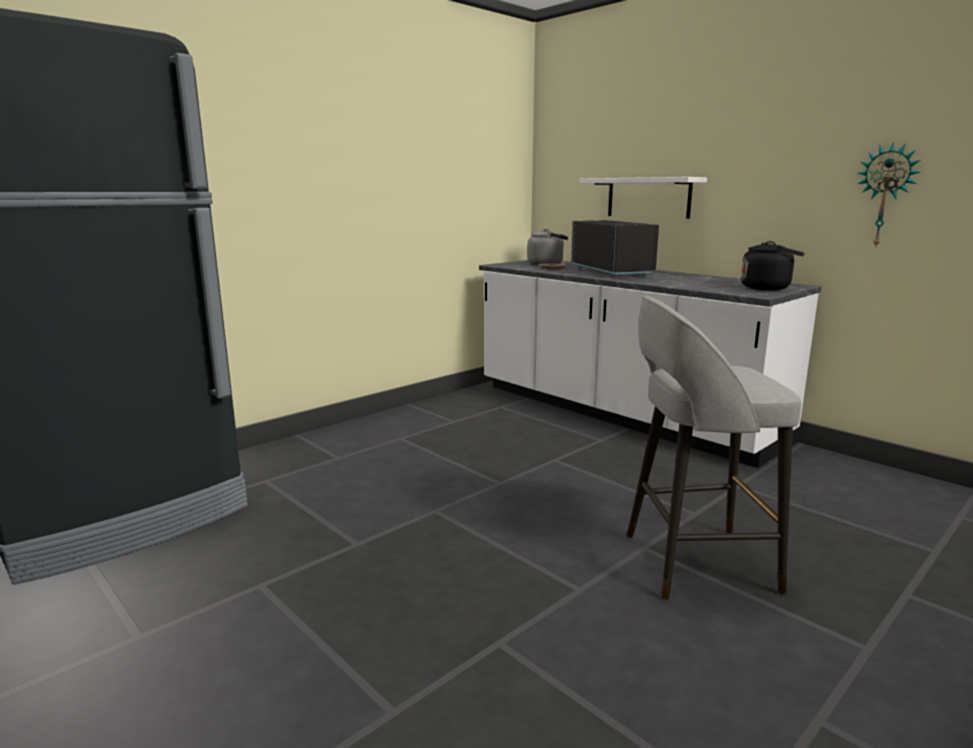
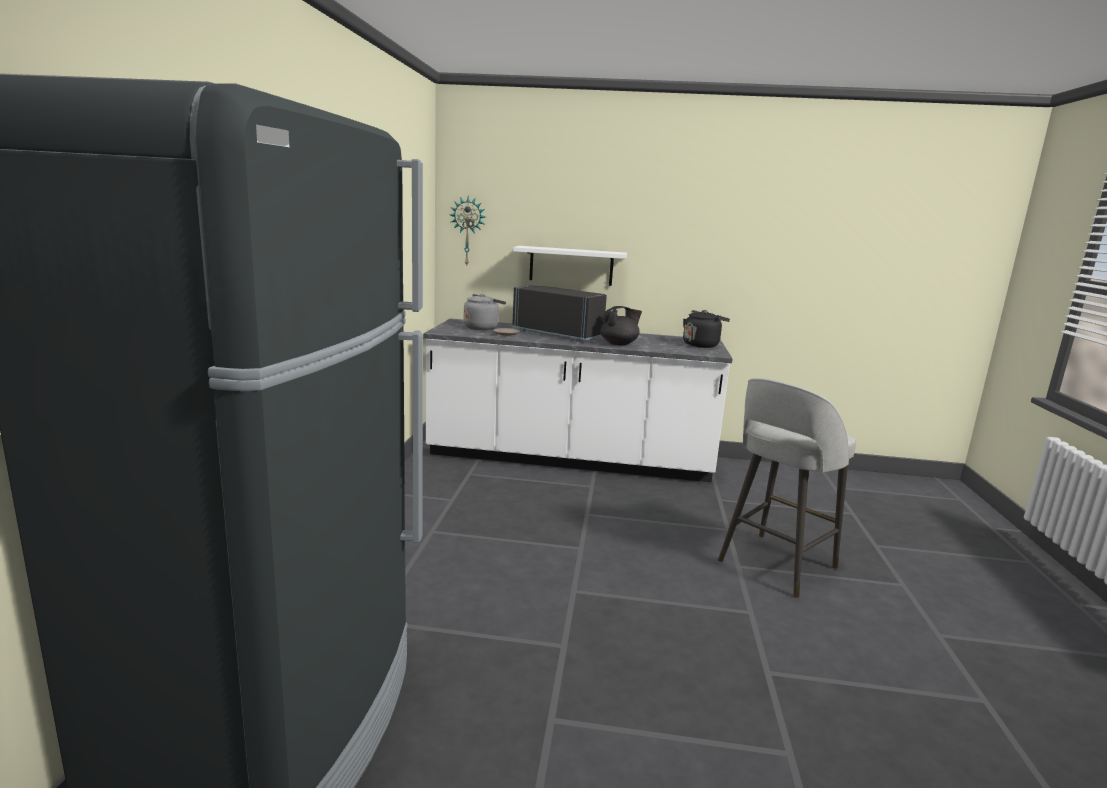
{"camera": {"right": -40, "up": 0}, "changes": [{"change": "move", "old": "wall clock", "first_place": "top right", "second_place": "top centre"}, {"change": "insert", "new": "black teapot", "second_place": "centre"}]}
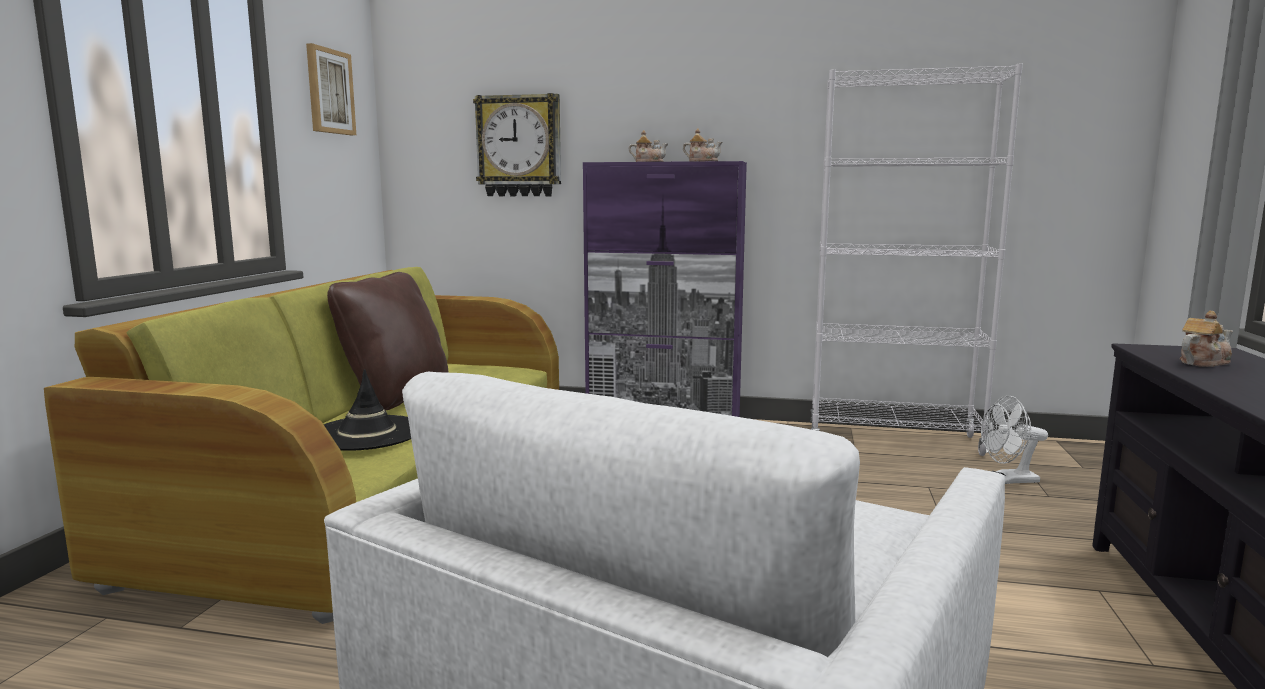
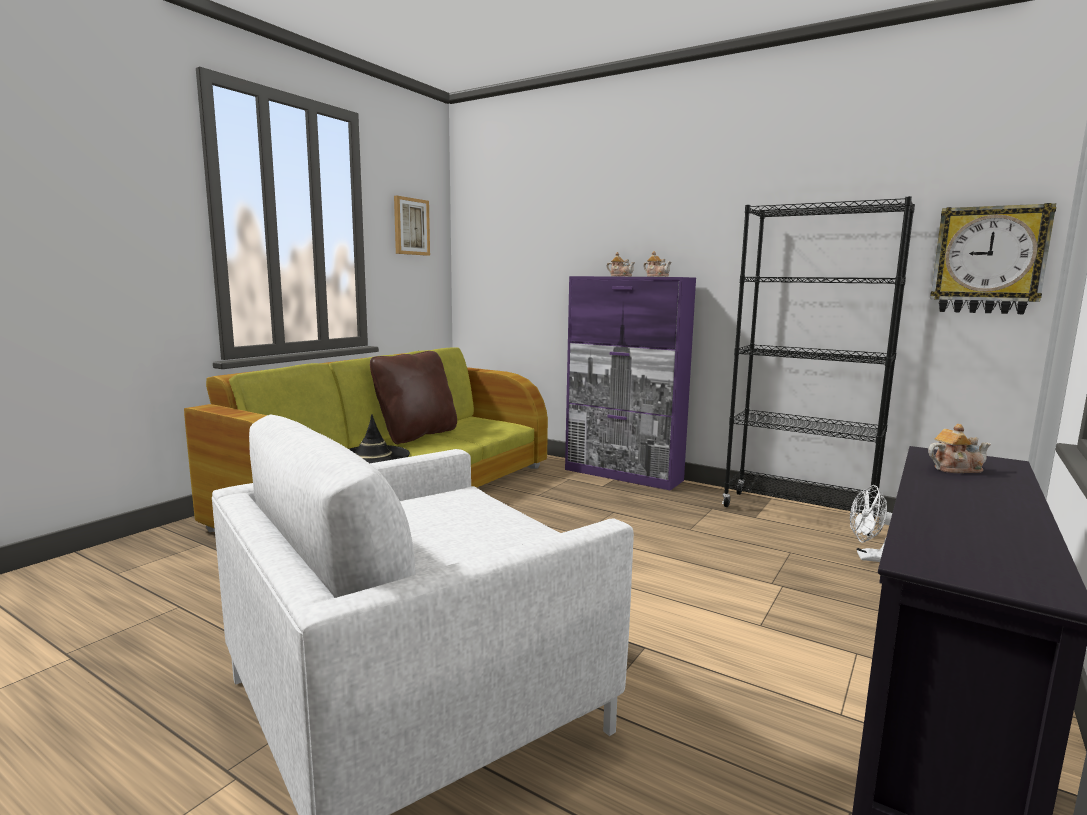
{"camera": {"right": 20, "up": 0}, "changes": [{"change": "move", "old": "wall clock", "first_place": "top centre", "second_place": "top right"}, {"change": "recolor", "old": "white bookcase", "new": "black bookcase", "first_place": "middle right", "second_place": "middle right"}]}
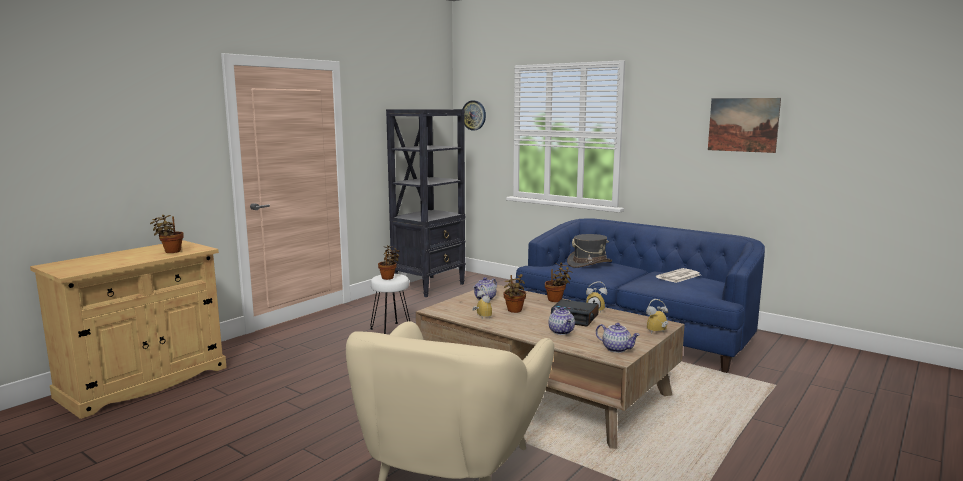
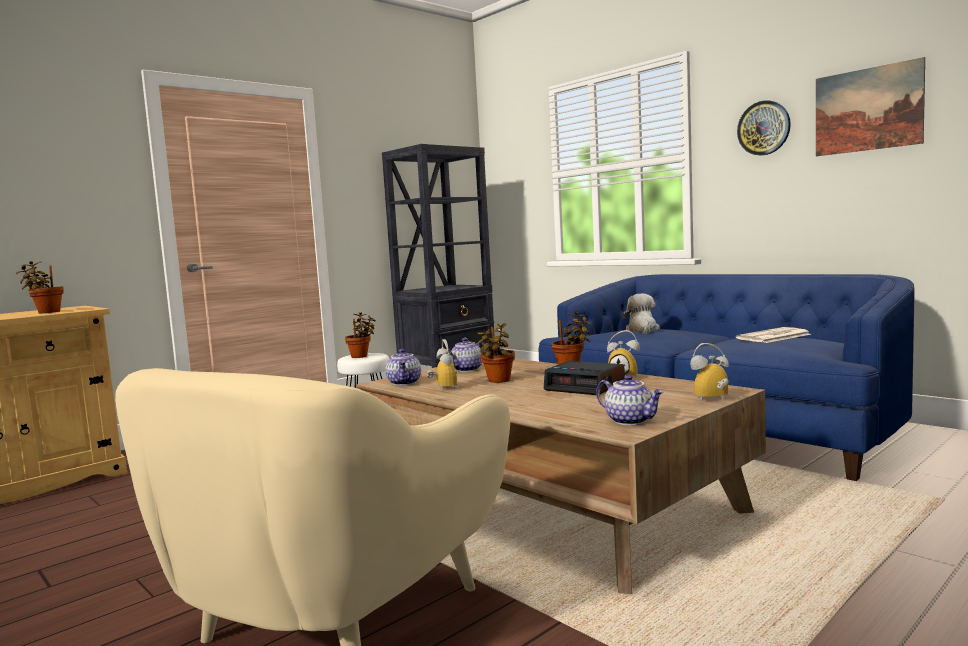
{"camera": {"right": 10, "up": -5}, "changes": [{"change": "move", "old": "wall clock", "first_place": "top centre", "second_place": "top right"}, {"change": "move", "old": "teapot (2nd from left in the first image)", "new": "teapot (1st from left)", "first_place": "bottom centre", "second_place": "centre"}, {"change": "replace", "old": "grey hat", "new": "plush toy", "first_place": "centre", "second_place": "centre"}]}
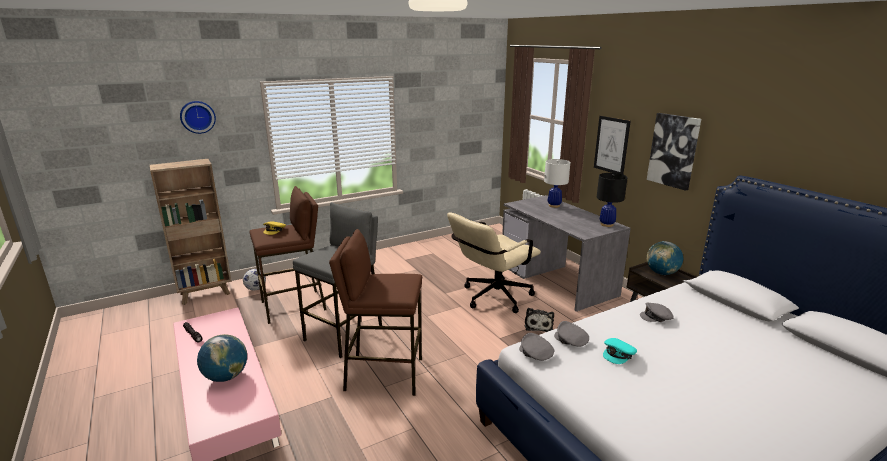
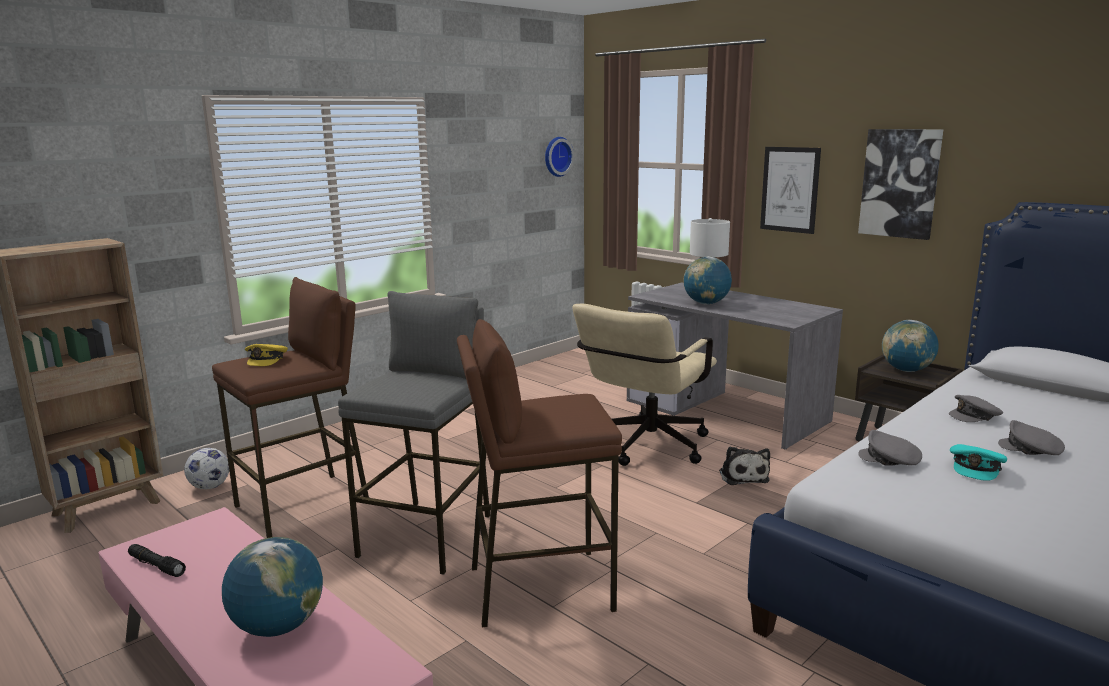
{"camera": {"right": -15, "up": -5}, "changes": [{"change": "move", "old": "wall clock", "first_place": "top left", "second_place": "top centre"}, {"change": "move", "old": "grey cap (1st from left in the first image)", "new": "grey cap (3rd from left)", "first_place": "bottom centre", "second_place": "middle right"}, {"change": "delete", "old": "black table lamp", "first_place": "middle right"}, {"change": "insert", "new": "globe (2nd from left)", "second_place": "centre"}]}
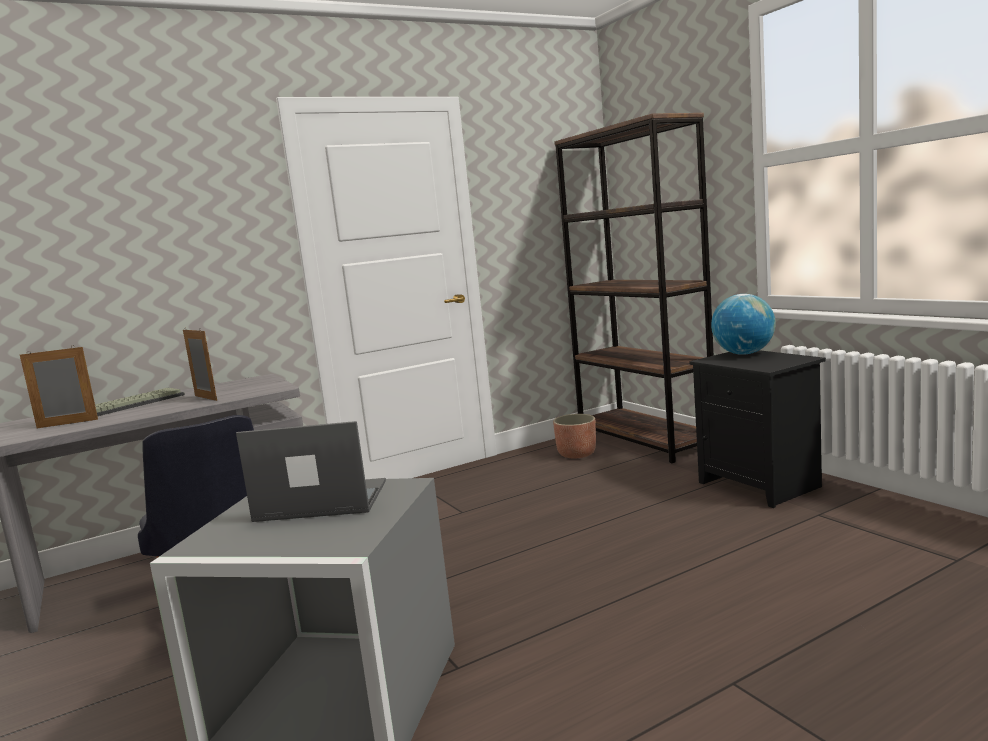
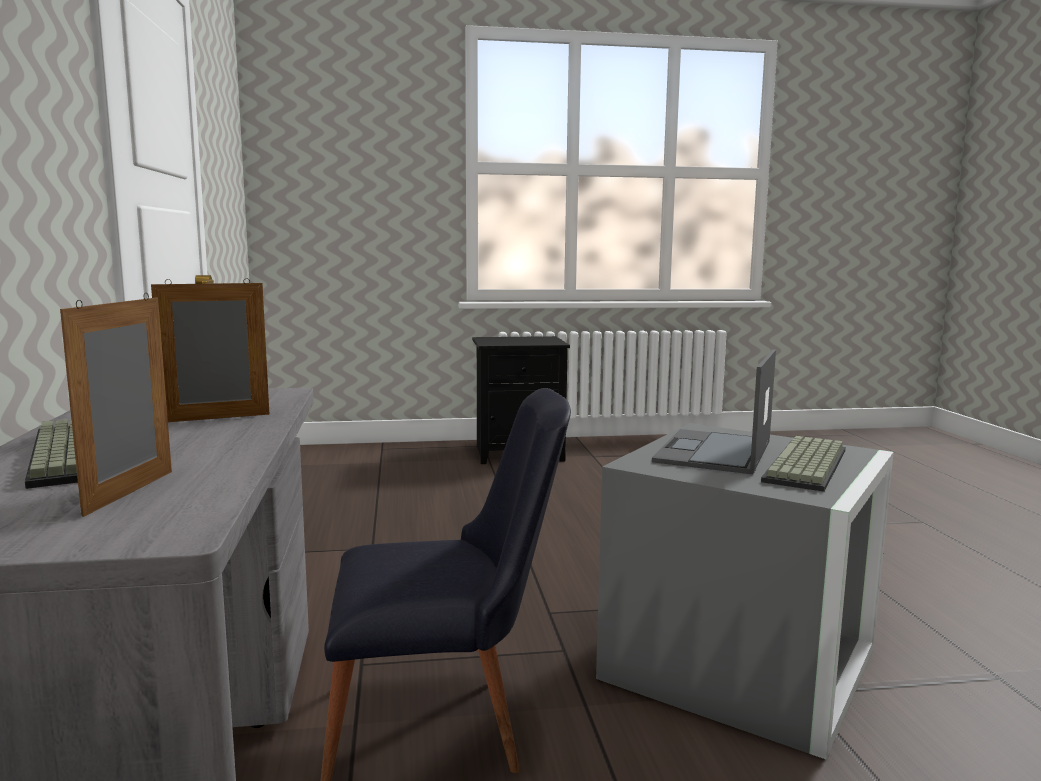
{"camera": {"right": -70, "up": 0}, "changes": [{"change": "delete", "old": "planter", "first_place": "centre"}, {"change": "delete", "old": "brown bookcase", "first_place": "centre"}, {"change": "delete", "old": "globe", "first_place": "middle right"}, {"change": "insert", "new": "keyboard (2nd from left)", "second_place": "middle right"}]}
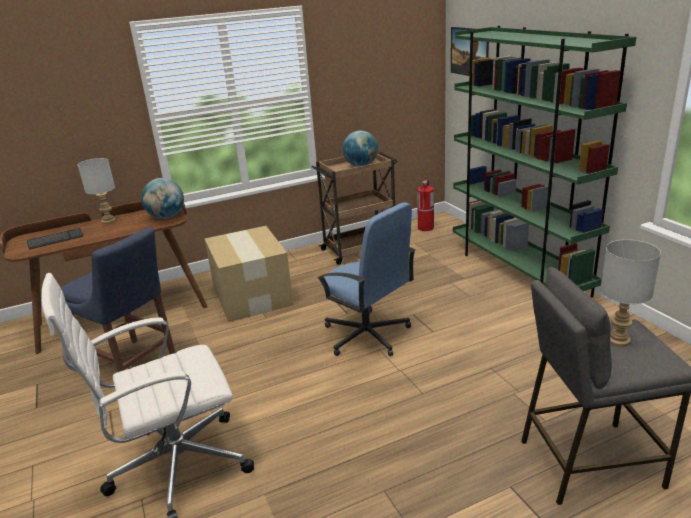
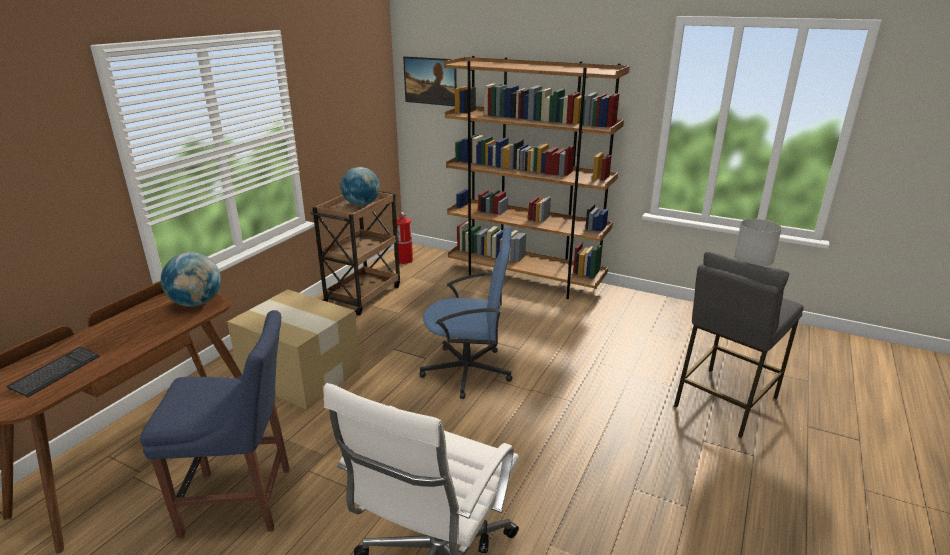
{"camera": {"right": -40, "up": 0}, "changes": [{"change": "delete", "old": "grey table lamp (1st from left)", "first_place": "middle left"}, {"change": "recolor", "old": "green bookcase", "new": "brown bookcase", "first_place": "top right", "second_place": "top centre"}]}
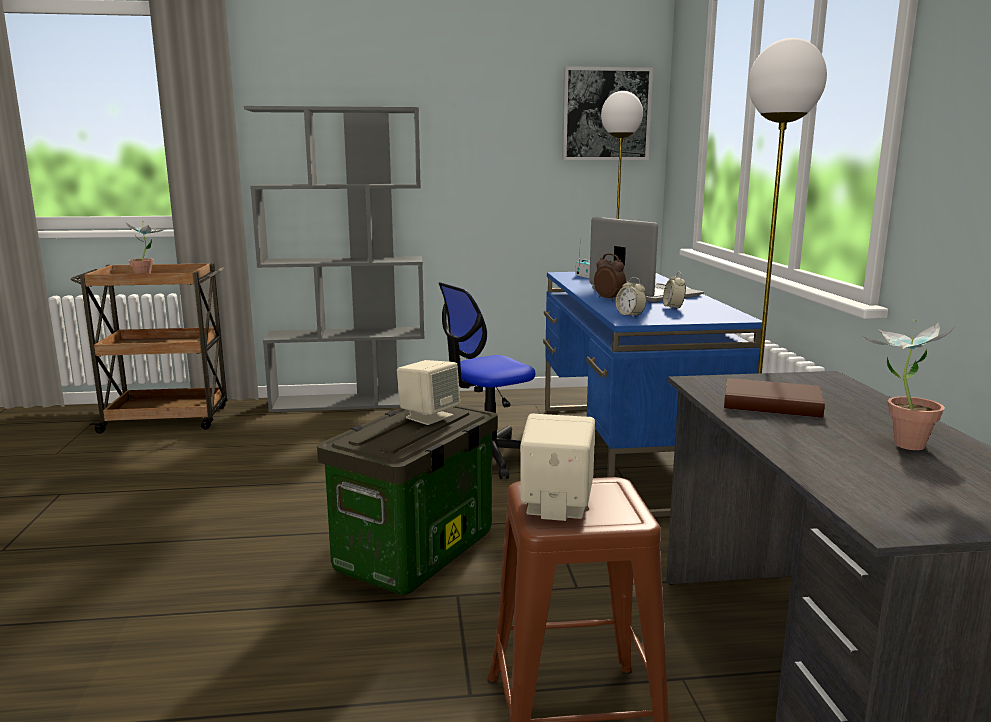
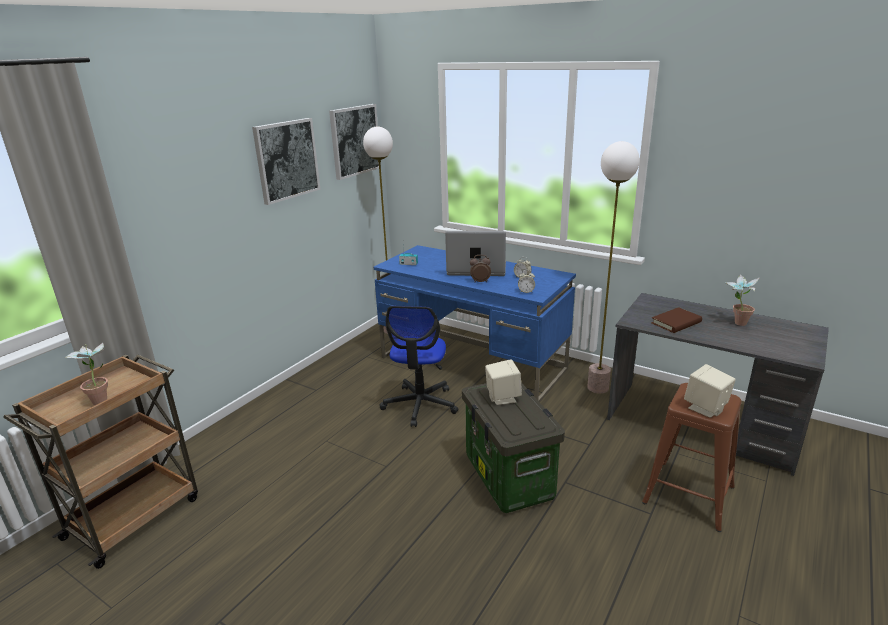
{"camera": {"right": -50, "up": 10}, "changes": [{"change": "delete", "old": "grey bookcase", "first_place": "centre"}, {"change": "insert", "new": "picture (1st from left)", "second_place": "top left"}]}
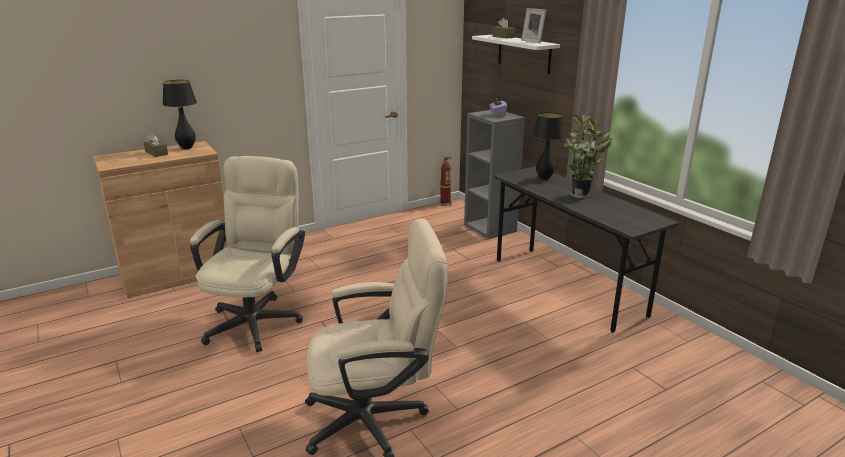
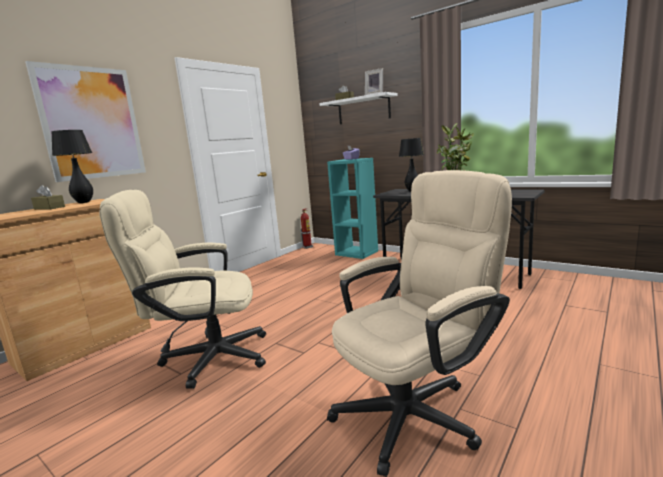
{"camera": {"right": -20, "up": -10}, "changes": [{"change": "rotate", "old": "beige office chair (1st from left)", "first_place": "middle left", "second_place": "middle left", "degrees": -90}, {"change": "recolor", "old": "grey bookcase", "new": "turquoise bookcase", "first_place": "centre", "second_place": "centre"}, {"change": "insert", "new": "picture", "second_place": "top left"}]}
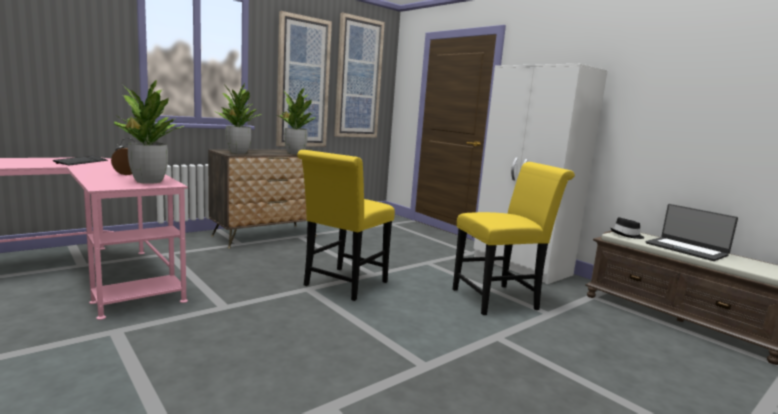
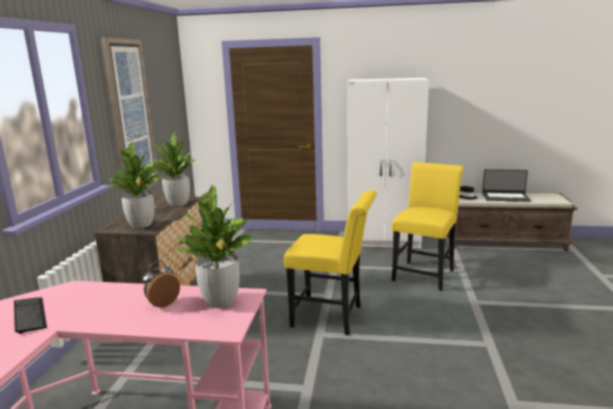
{"camera": {"right": -40, "up": 5}, "changes": [{"change": "rotate", "old": "yellow chair (1st from left)", "first_place": "centre", "second_place": "centre", "degrees": -60}, {"change": "delete", "old": "picture (2nd from left)", "first_place": "top centre"}]}
